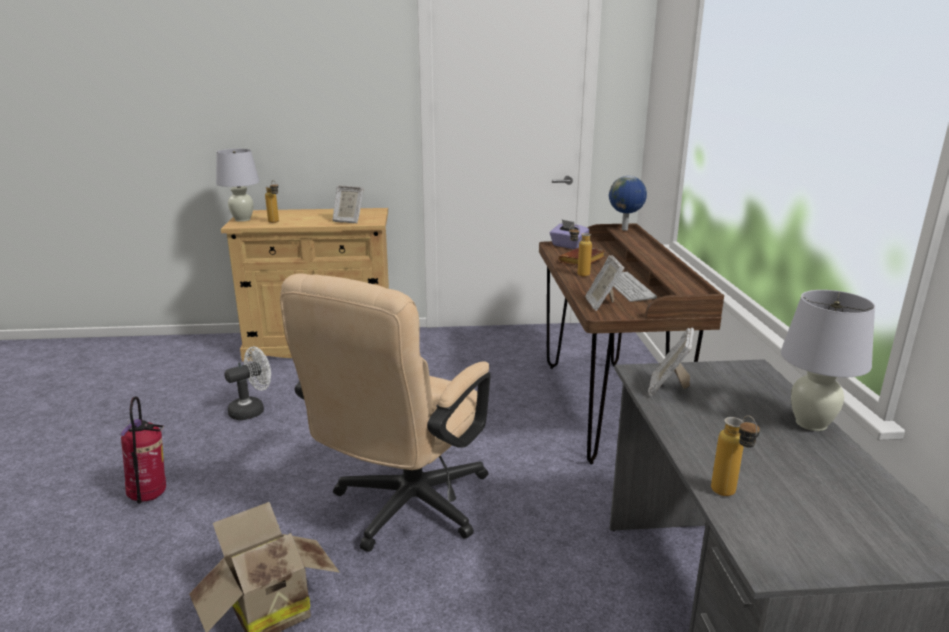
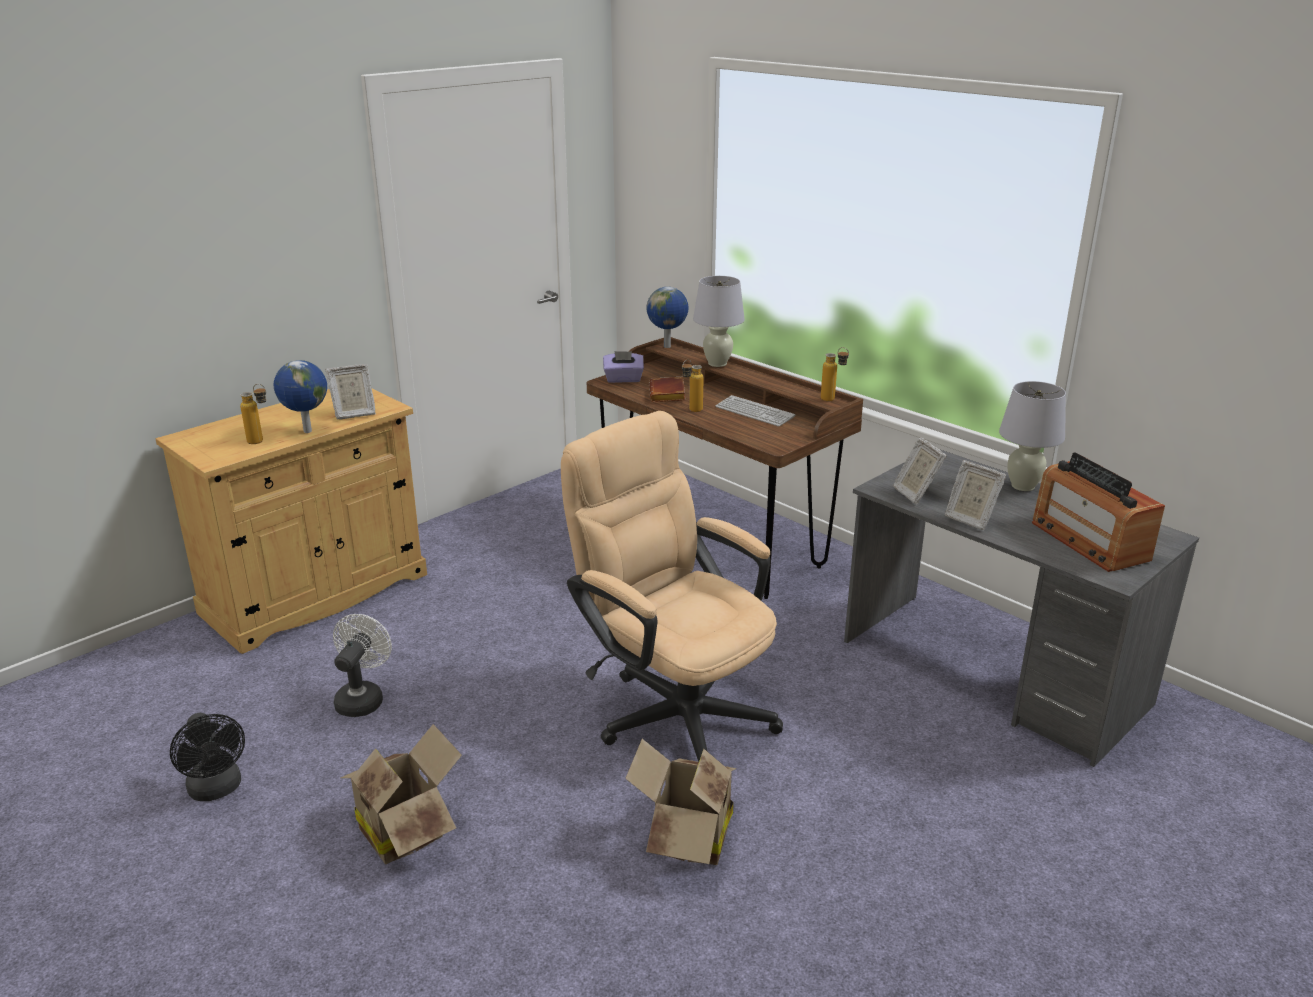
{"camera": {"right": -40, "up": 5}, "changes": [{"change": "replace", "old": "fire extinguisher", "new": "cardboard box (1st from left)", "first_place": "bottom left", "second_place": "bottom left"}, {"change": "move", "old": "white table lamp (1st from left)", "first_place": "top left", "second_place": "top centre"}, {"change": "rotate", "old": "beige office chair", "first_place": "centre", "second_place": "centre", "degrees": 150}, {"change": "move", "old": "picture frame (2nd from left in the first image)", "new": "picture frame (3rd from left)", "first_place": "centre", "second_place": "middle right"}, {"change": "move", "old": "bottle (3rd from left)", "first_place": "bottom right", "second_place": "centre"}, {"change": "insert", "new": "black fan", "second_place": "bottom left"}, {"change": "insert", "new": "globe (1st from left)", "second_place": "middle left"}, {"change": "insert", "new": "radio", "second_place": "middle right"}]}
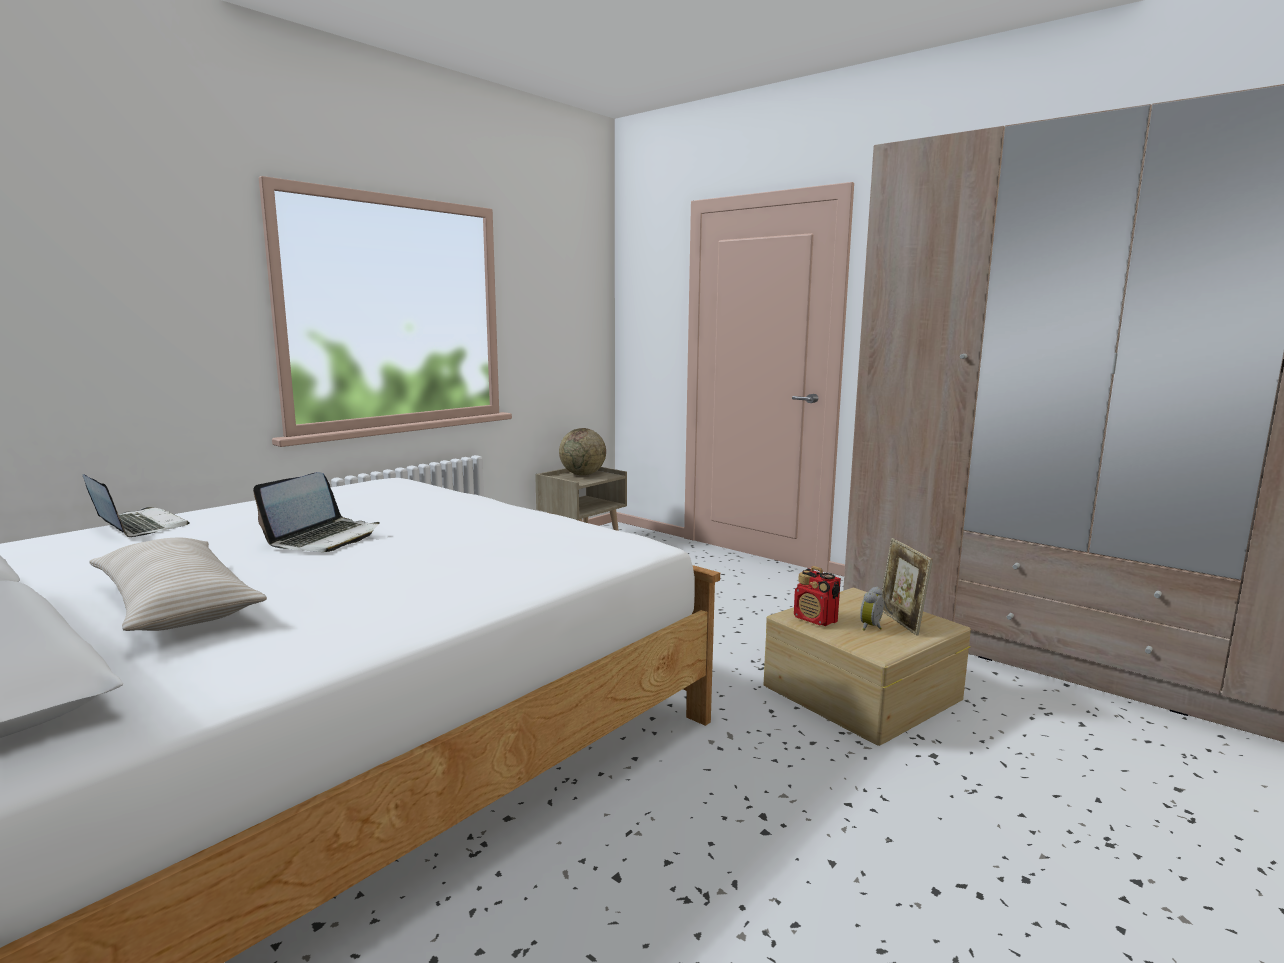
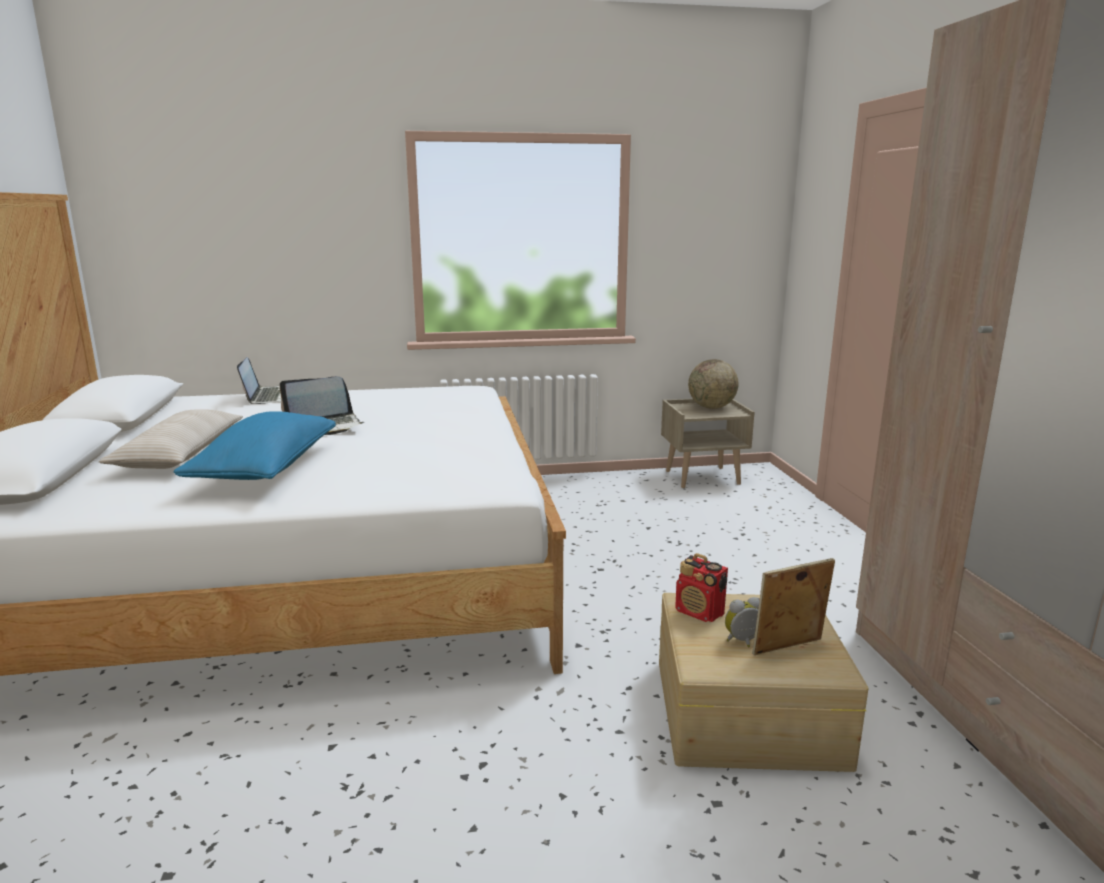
{"camera": {"right": 40, "up": 5}, "changes": [{"change": "rotate", "old": "radio", "first_place": "centre", "second_place": "centre", "degrees": -45}, {"change": "rotate", "old": "picture frame", "first_place": "middle right", "second_place": "bottom right", "degrees": 45}, {"change": "insert", "new": "blue pillow", "second_place": "middle left"}]}
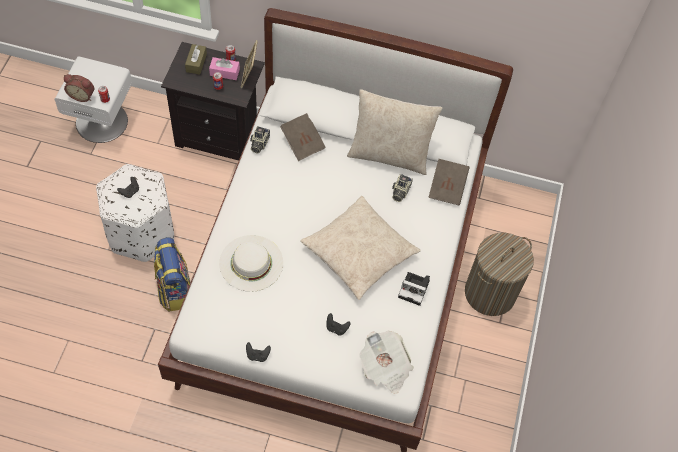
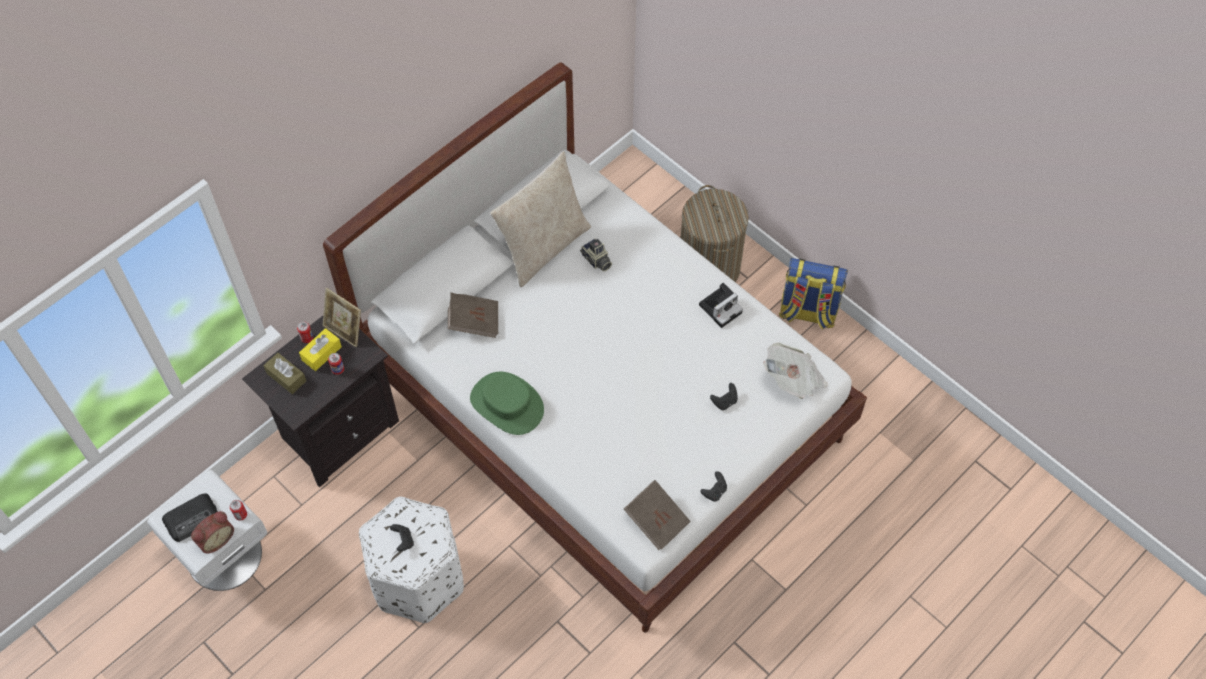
{"camera": {"right": -55, "up": 0}, "changes": [{"change": "move", "old": "backpack", "first_place": "middle left", "second_place": "middle right"}, {"change": "recolor", "old": "pink tissue box", "new": "yellow tissue box", "first_place": "top left", "second_place": "middle left"}, {"change": "delete", "old": "white hat", "first_place": "centre"}, {"change": "delete", "old": "photo camera (1st from left)", "first_place": "top centre"}, {"change": "delete", "old": "beige pillow (1st from left)", "first_place": "centre"}, {"change": "move", "old": "brown book (2nd from left)", "first_place": "centre", "second_place": "bottom centre"}, {"change": "insert", "new": "radio", "second_place": "bottom left"}, {"change": "insert", "new": "green hat", "second_place": "centre"}]}
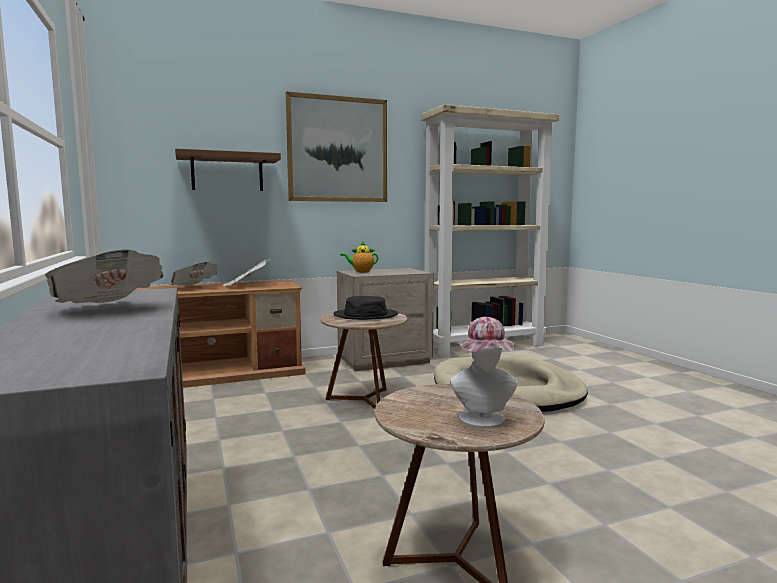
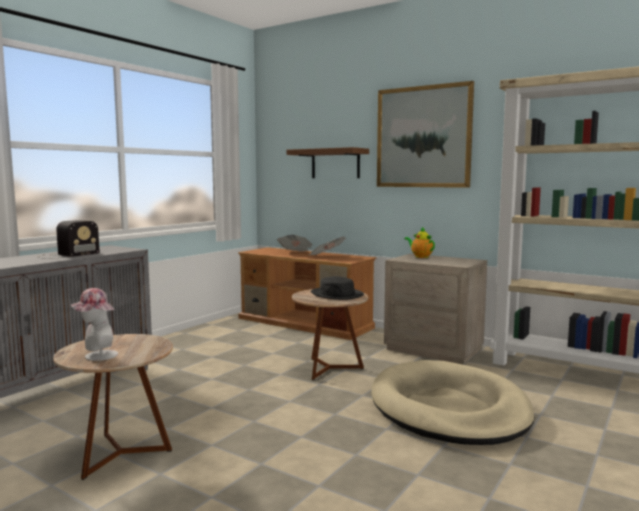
{"camera": {"right": 55, "up": 0}, "changes": [{"change": "replace", "old": "newspaper (1st from left)", "new": "radio", "first_place": "middle left", "second_place": "middle left"}]}
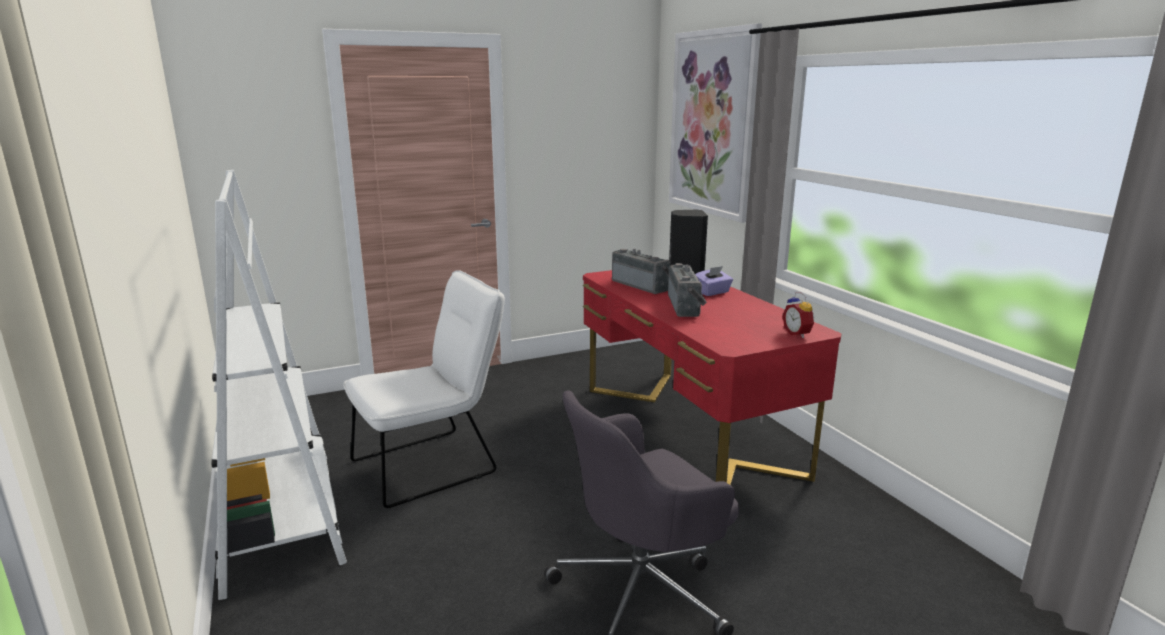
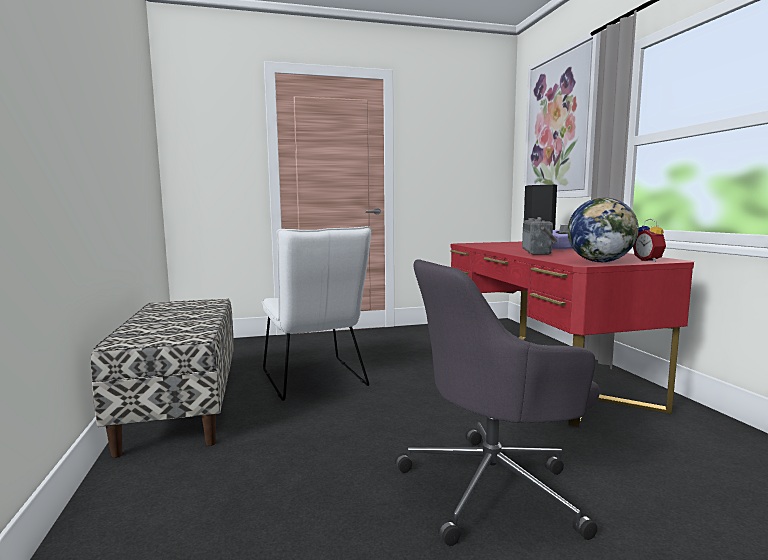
{"camera": {"right": 10, "up": -10}, "changes": [{"change": "replace", "old": "white bookcase", "new": "bench", "first_place": "middle left", "second_place": "bottom left"}, {"change": "rotate", "old": "white chair", "first_place": "centre", "second_place": "centre", "degrees": 90}, {"change": "delete", "old": "radio (1st from left)", "first_place": "centre"}, {"change": "insert", "new": "globe", "second_place": "middle right"}]}
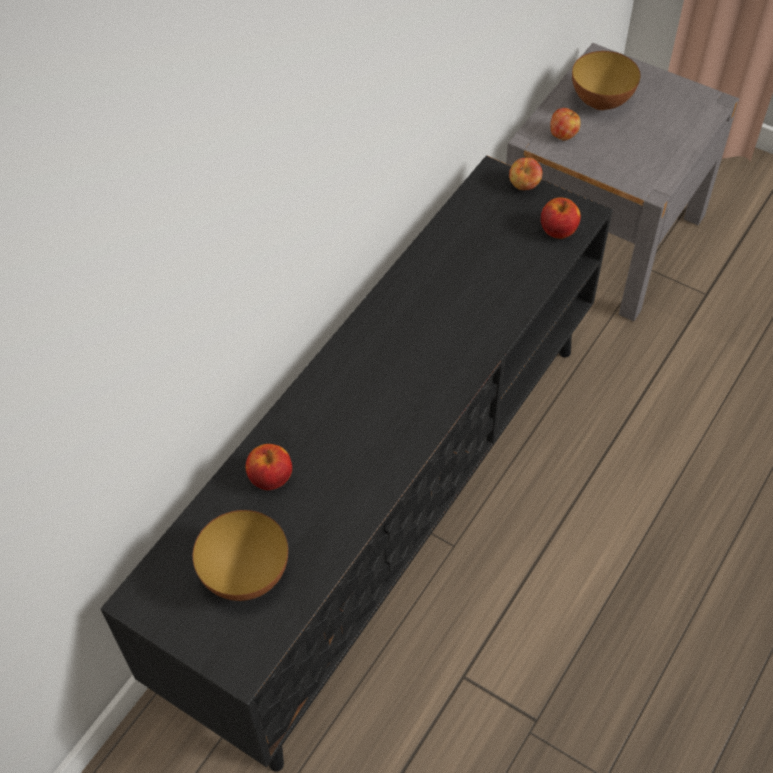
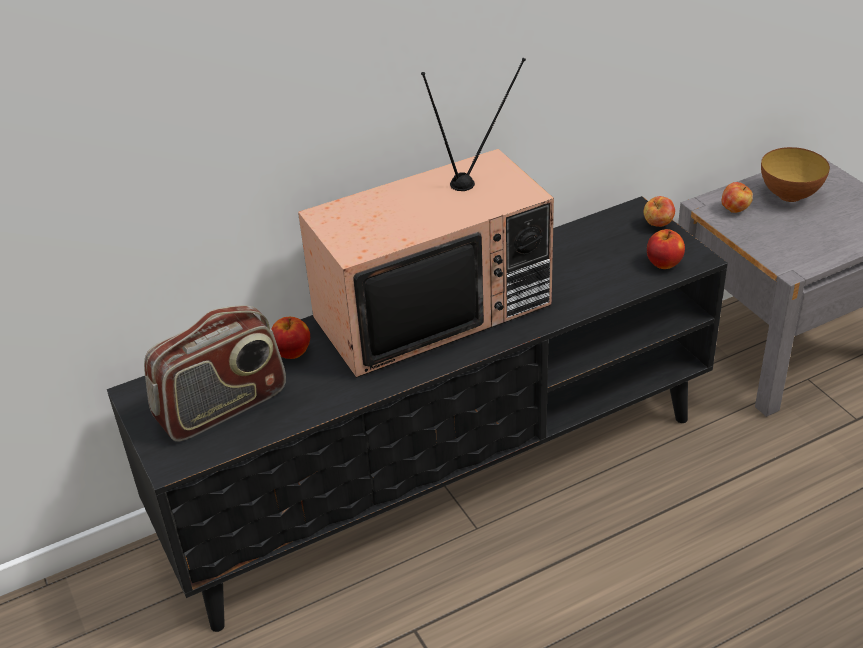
{"camera": {"right": 30, "up": -15}, "changes": [{"change": "replace", "old": "bowl (1st from left)", "new": "radio", "first_place": "bottom left", "second_place": "middle left"}, {"change": "insert", "new": "television", "second_place": "centre"}]}
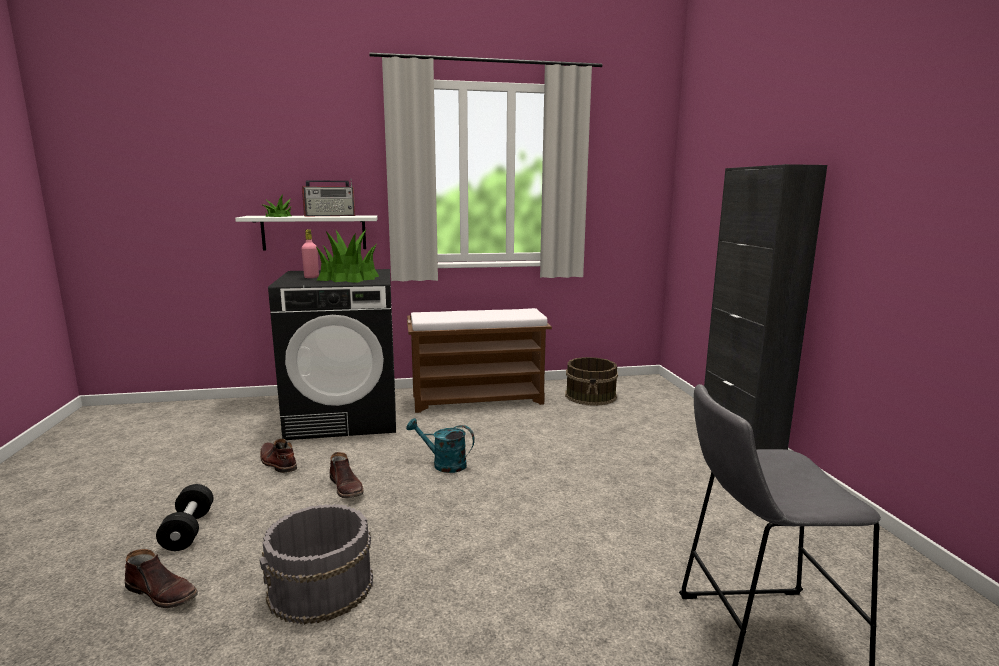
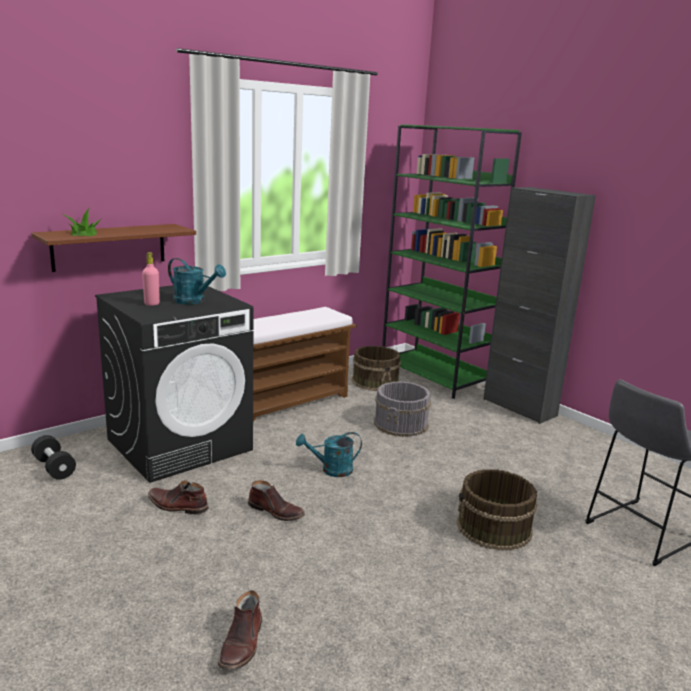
{"camera": {"right": -30, "up": 5}, "changes": [{"change": "rotate", "old": "brown boot (1st from left in the first image)", "first_place": "bottom left", "second_place": "bottom centre", "degrees": 105}, {"change": "move", "old": "black dumbbell", "first_place": "bottom left", "second_place": "middle left"}, {"change": "recolor", "old": "white shelf", "new": "brown shelf", "first_place": "middle left", "second_place": "middle left"}, {"change": "move", "old": "grey bucket", "first_place": "bottom left", "second_place": "centre"}, {"change": "delete", "old": "radio", "first_place": "top left"}, {"change": "replace", "old": "potted plant (2nd from left)", "new": "turquoise watering can (1st from left)", "first_place": "centre", "second_place": "middle left"}, {"change": "insert", "new": "green bookcase", "second_place": "centre"}, {"change": "insert", "new": "brown bucket (2nd from left)", "second_place": "bottom right"}]}
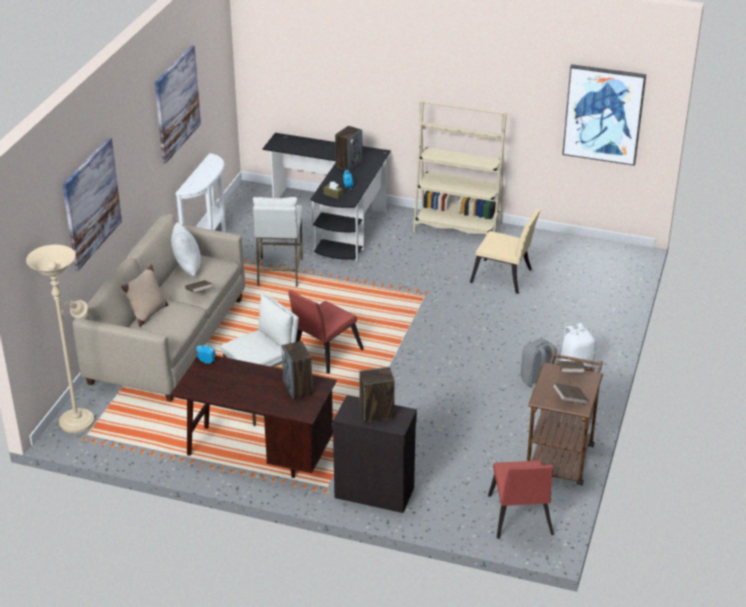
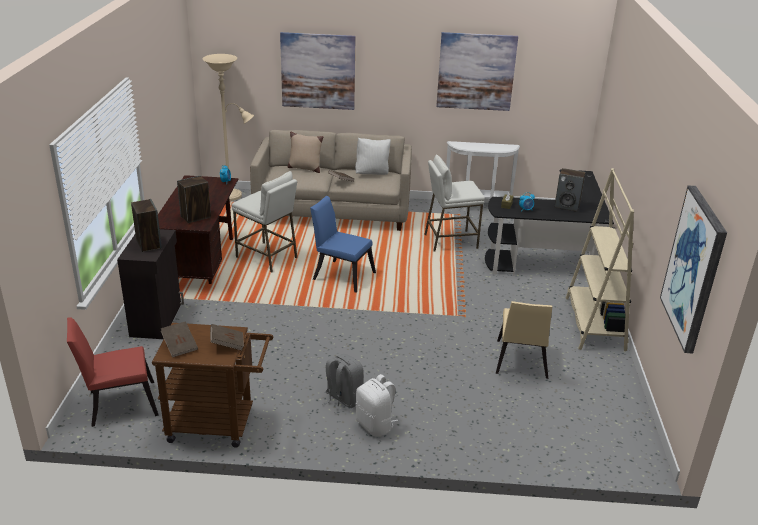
{"camera": {"right": 75, "up": -5}, "changes": [{"change": "recolor", "old": "red chair (1st from left)", "new": "blue chair", "first_place": "centre", "second_place": "centre"}]}
